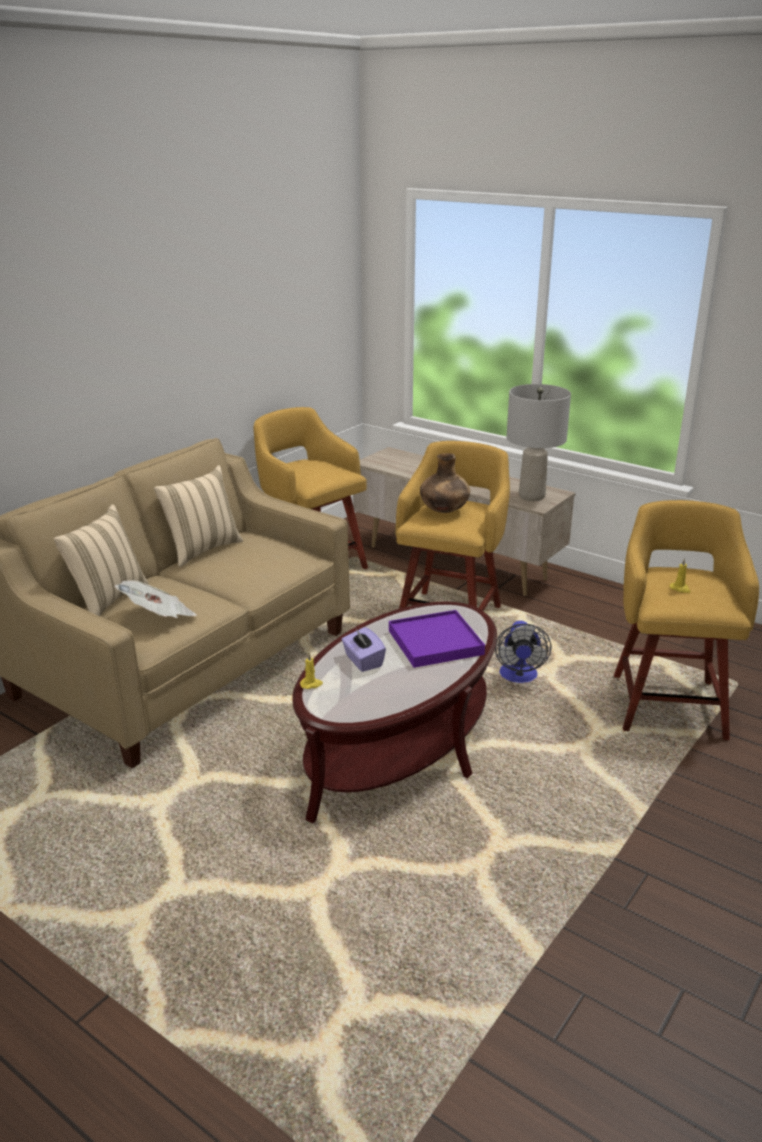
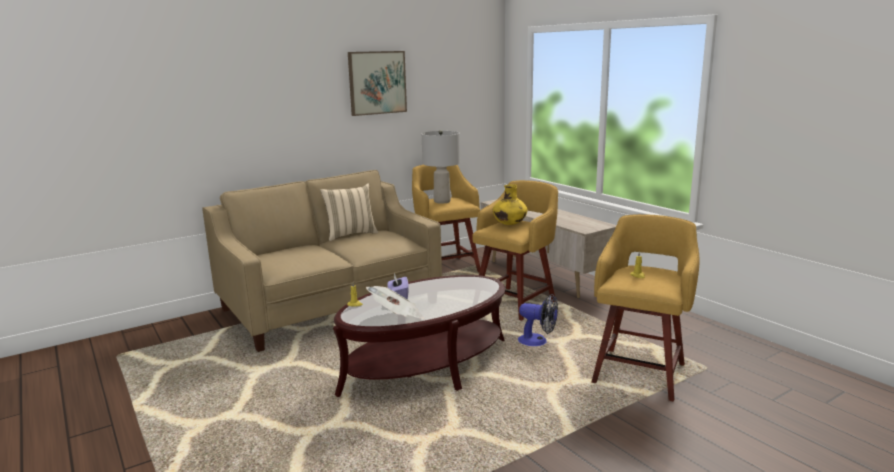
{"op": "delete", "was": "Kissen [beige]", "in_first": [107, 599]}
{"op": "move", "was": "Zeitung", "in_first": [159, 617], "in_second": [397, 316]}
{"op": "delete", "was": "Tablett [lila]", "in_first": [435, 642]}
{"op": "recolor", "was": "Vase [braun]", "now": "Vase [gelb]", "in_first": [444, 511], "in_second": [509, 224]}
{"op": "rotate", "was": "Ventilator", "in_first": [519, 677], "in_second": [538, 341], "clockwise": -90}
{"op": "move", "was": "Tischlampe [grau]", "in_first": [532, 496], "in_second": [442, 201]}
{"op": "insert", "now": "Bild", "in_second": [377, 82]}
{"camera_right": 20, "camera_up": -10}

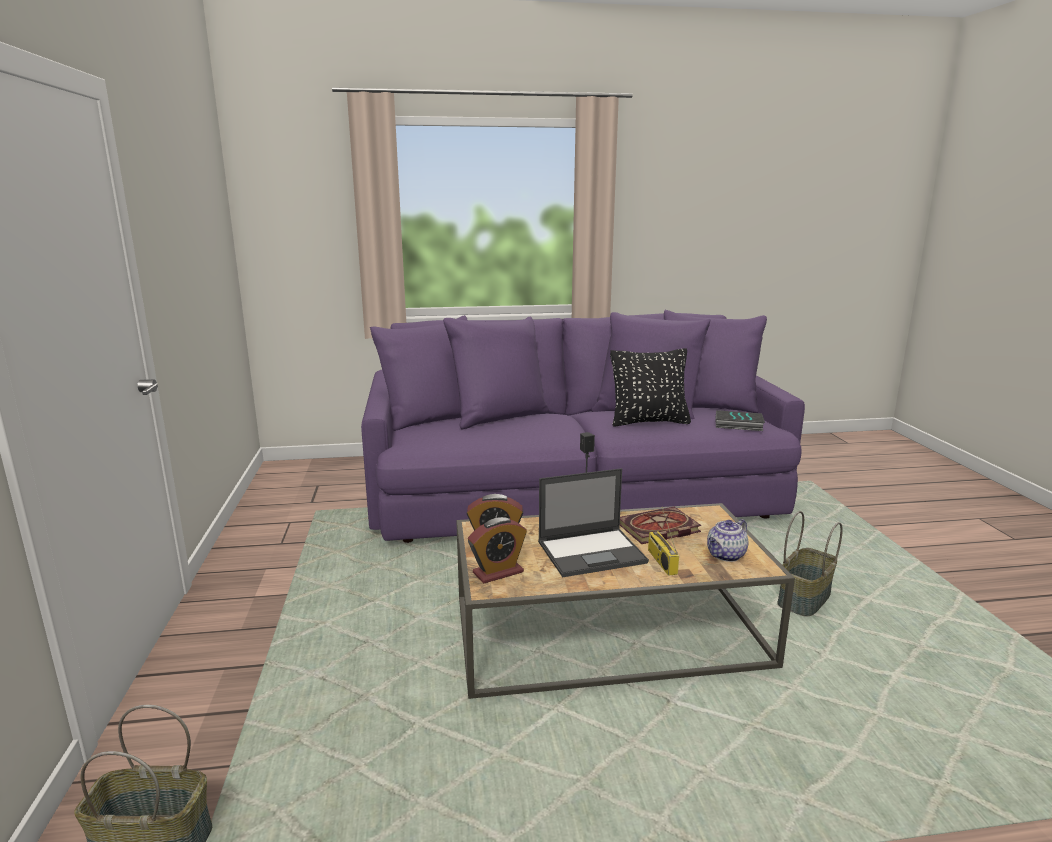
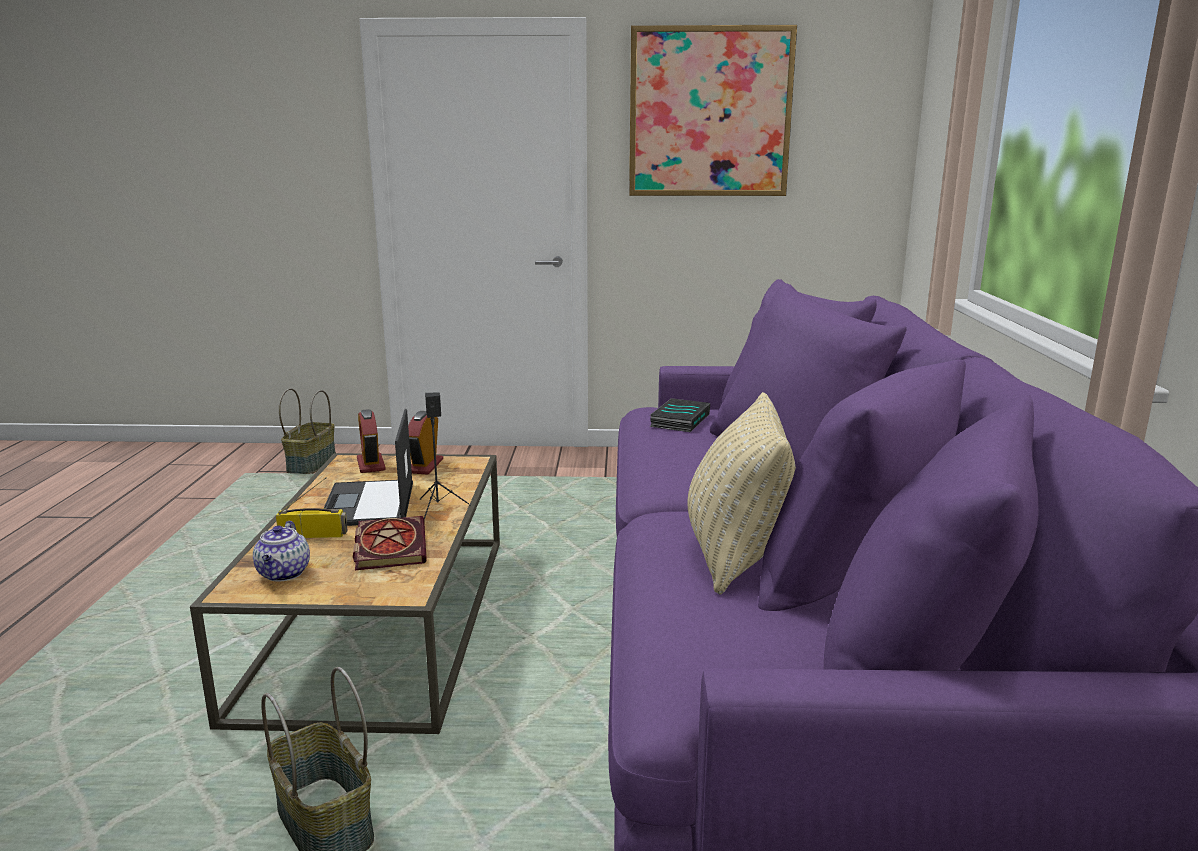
{"op": "recolor", "was": "Kissen [schwarz]", "now": "Kissen [beige]", "in_first": [648, 422], "in_second": [735, 556]}
{"op": "rotate", "was": "Teekanne", "in_first": [726, 555], "in_second": [284, 574], "clockwise": -150}
{"op": "move", "was": "Buch", "in_first": [738, 425], "in_second": [679, 420]}
{"op": "insert", "now": "Bild", "in_second": [709, 113]}
{"camera_right": 100, "camera_up": 0}

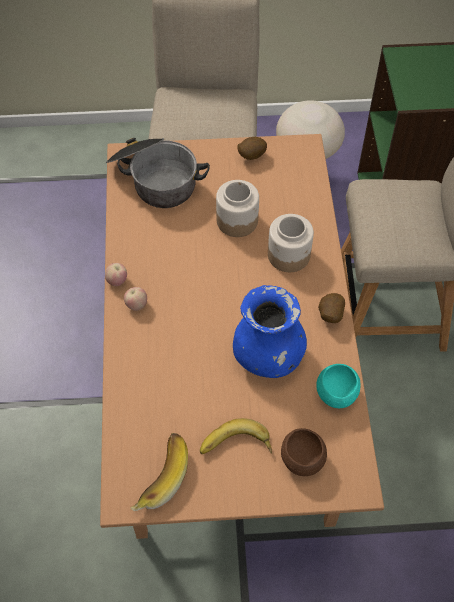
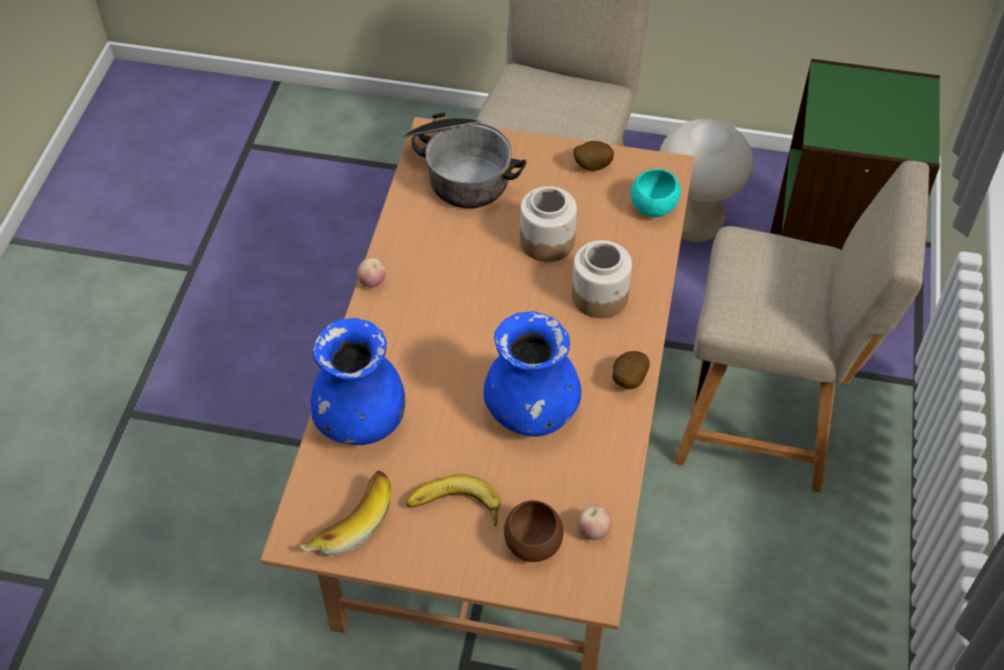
{"op": "move", "was": "Apfel", "in_first": [136, 305], "in_second": [593, 531]}
{"op": "move", "was": "Schüssel [türkis]", "in_first": [336, 394], "in_second": [653, 207]}
{"op": "insert", "now": "Vase [blau]", "in_second": [361, 420]}
{"camera_right": 15, "camera_up": -5}

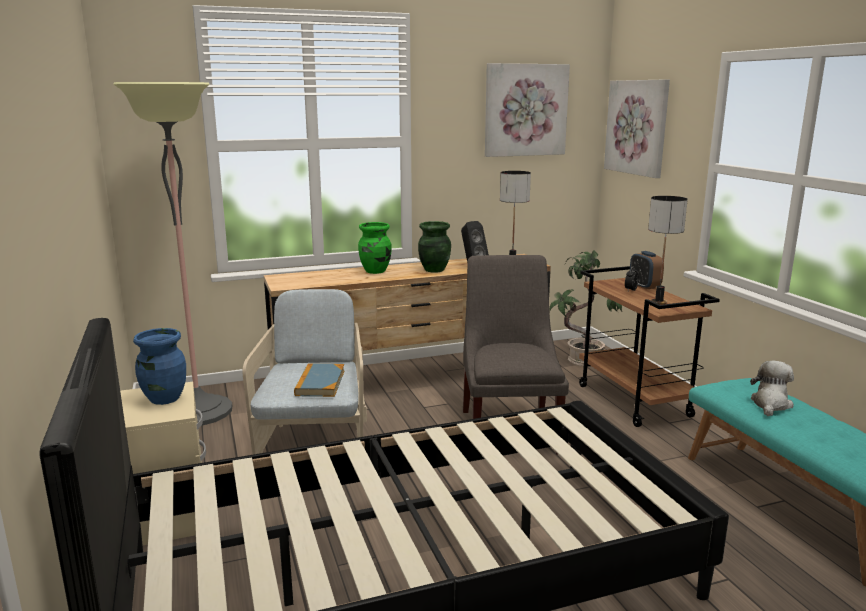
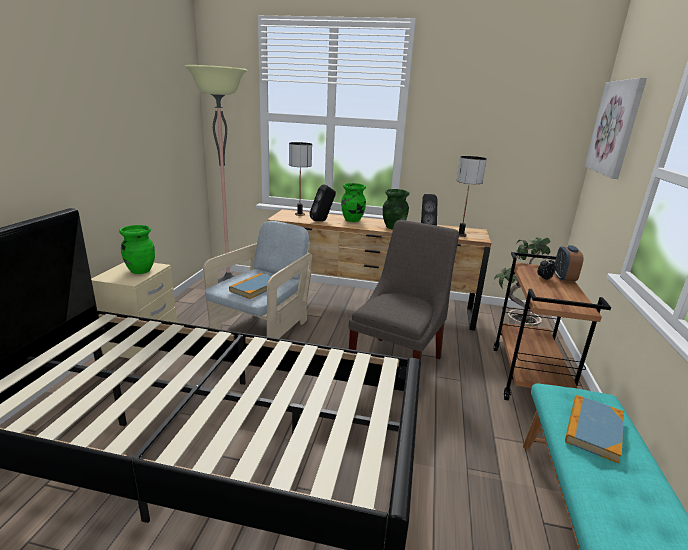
{"op": "recolor", "was": "Vase [blau]", "now": "Vase [grün]", "in_first": [164, 398], "in_second": [141, 270]}
{"op": "delete", "was": "Bild", "in_first": [525, 110]}
{"op": "move", "was": "Tischlampe", "in_first": [658, 302], "in_second": [299, 214]}
{"op": "replace", "was": "Plüschtier", "now": "Buch", "in_first": [770, 404], "in_second": [593, 429]}
{"op": "insert", "now": "Lautsprecher [schwarz]", "in_second": [322, 221]}
{"camera_right": 30, "camera_up": 5}

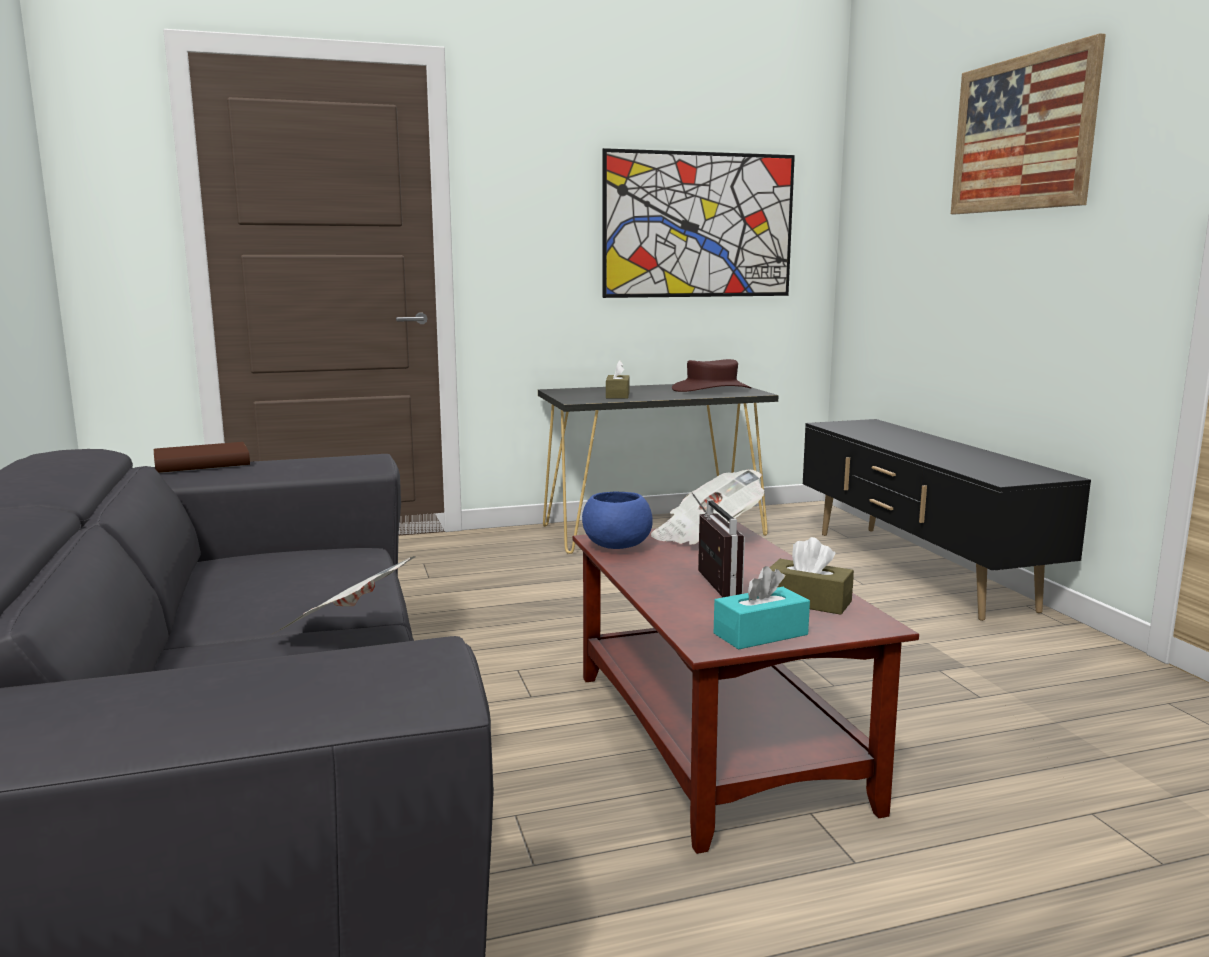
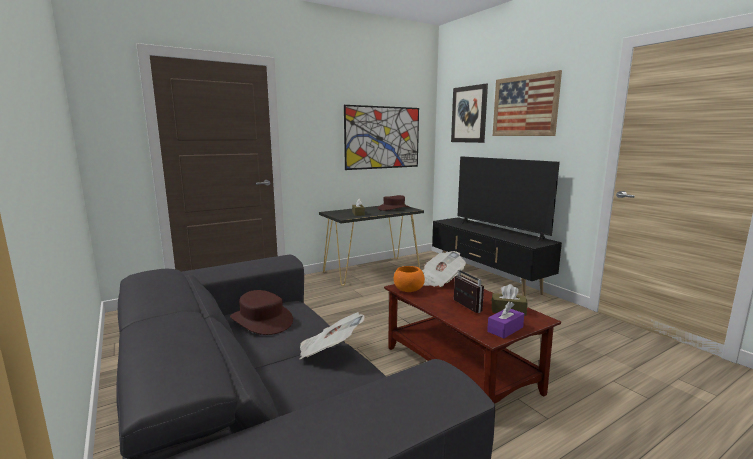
{"op": "delete", "was": "Buch [braun]", "in_first": [202, 463]}
{"op": "recolor", "was": "Schüssel [blau]", "now": "Schüssel [orange]", "in_first": [617, 547], "in_second": [408, 290]}
{"op": "recolor", "was": "Taschentuchbox [türkis]", "now": "Taschentuchbox [lila]", "in_first": [760, 634], "in_second": [505, 329]}
{"op": "insert", "now": "Hut [braun]", "in_second": [262, 320]}
{"op": "insert", "now": "Bild", "in_second": [469, 114]}
{"op": "insert", "now": "Fernseher", "in_second": [500, 230]}
{"camera_right": -15, "camera_up": 0}

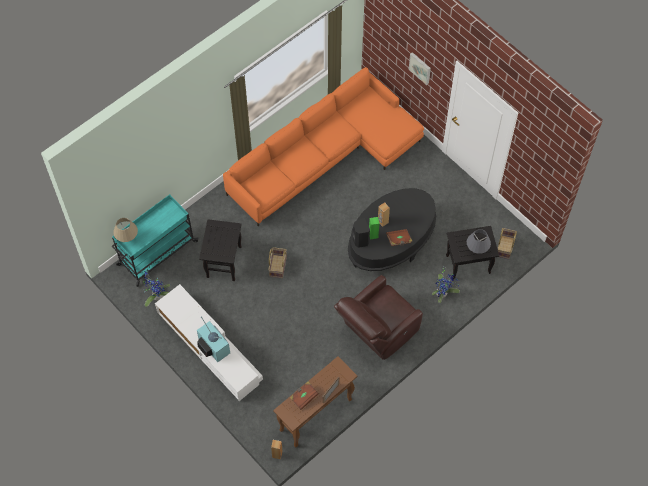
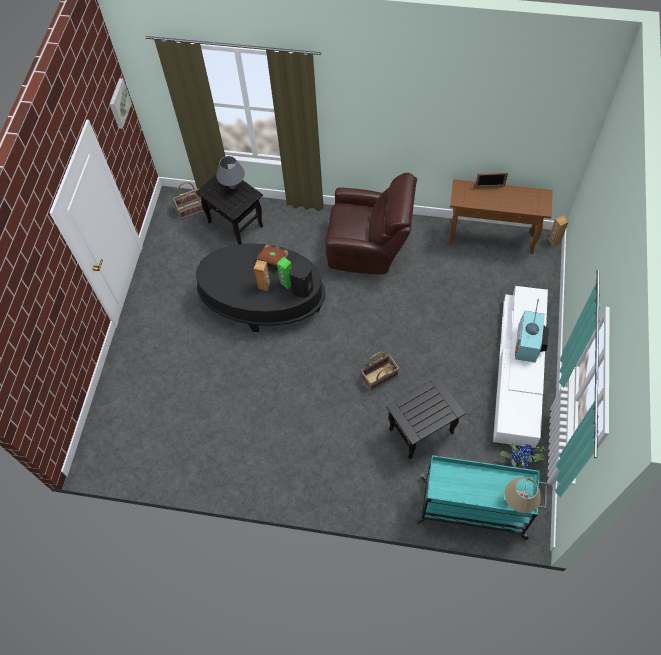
{"op": "delete", "was": "Sofa [orange]", "in_first": [326, 156]}
{"op": "delete", "was": "Buch [braun]", "in_first": [304, 397]}
{"op": "move", "was": "Bild", "in_first": [420, 67], "in_second": [118, 103]}
{"op": "delete", "was": "Topfpflanze", "in_first": [443, 293]}
{"camera_right": -125, "camera_up": 0}

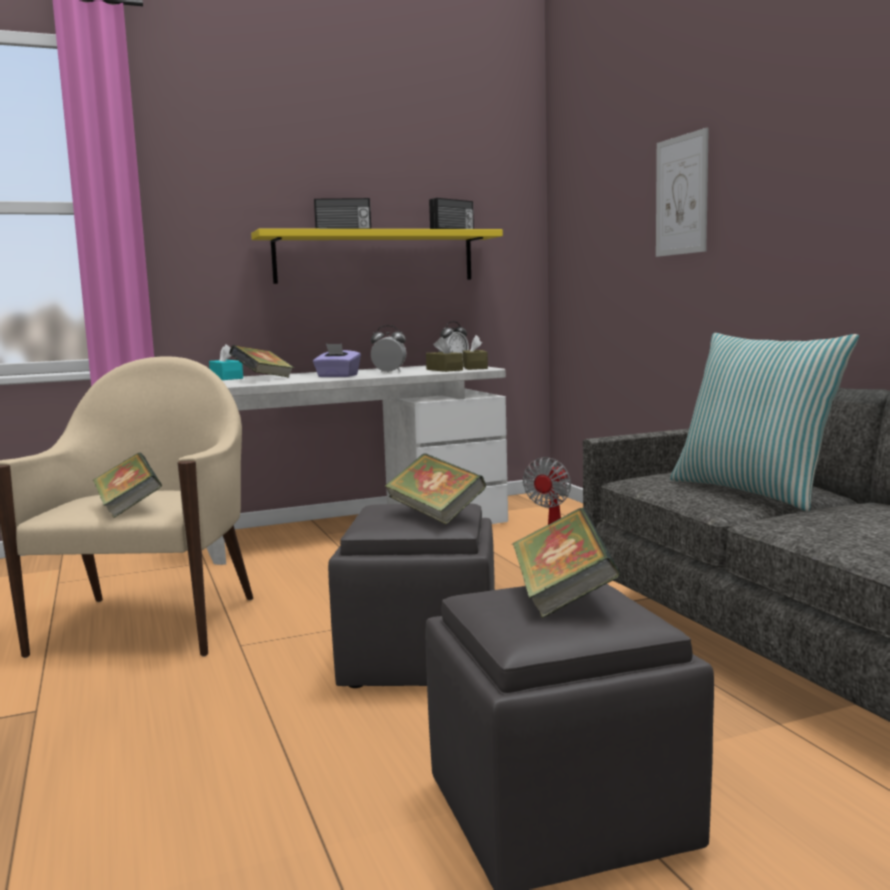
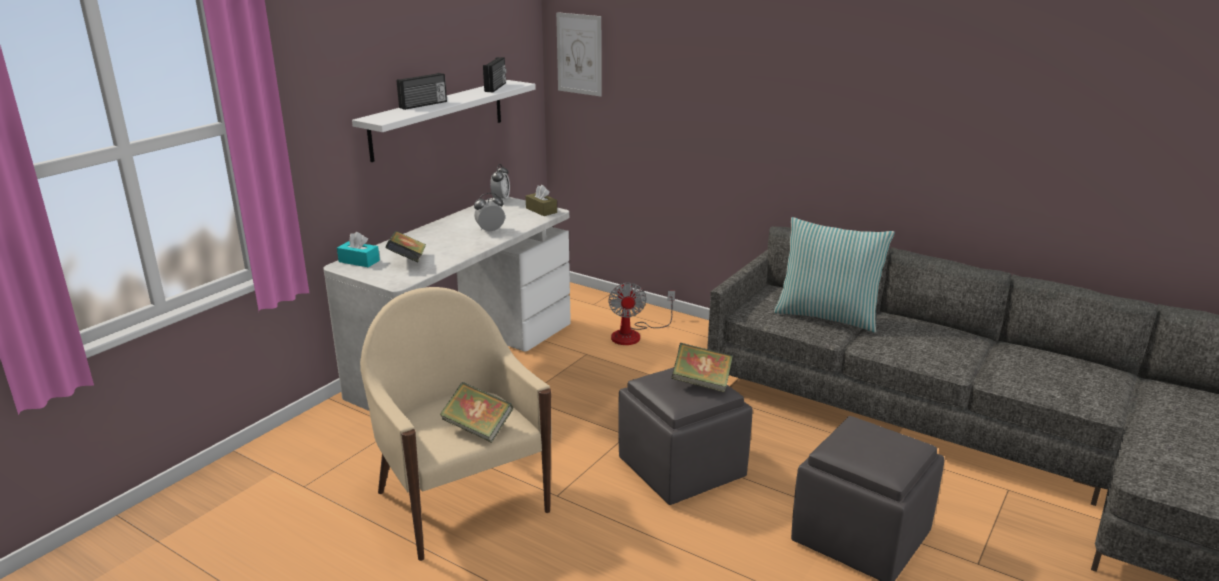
{"op": "recolor", "was": "Wandregal [gelb]", "now": "Wandregal [weiß]", "in_first": [375, 257], "in_second": [438, 119]}
{"op": "delete", "was": "Taschentuchbox [lila]", "in_first": [337, 376]}
{"op": "delete", "was": "Taschentuchbox [braun]", "in_first": [444, 370]}
{"op": "delete", "was": "Buch", "in_first": [562, 597]}
{"op": "move", "was": "Bild", "in_first": [681, 195], "in_second": [579, 54]}
{"camera_right": -35, "camera_up": 15}

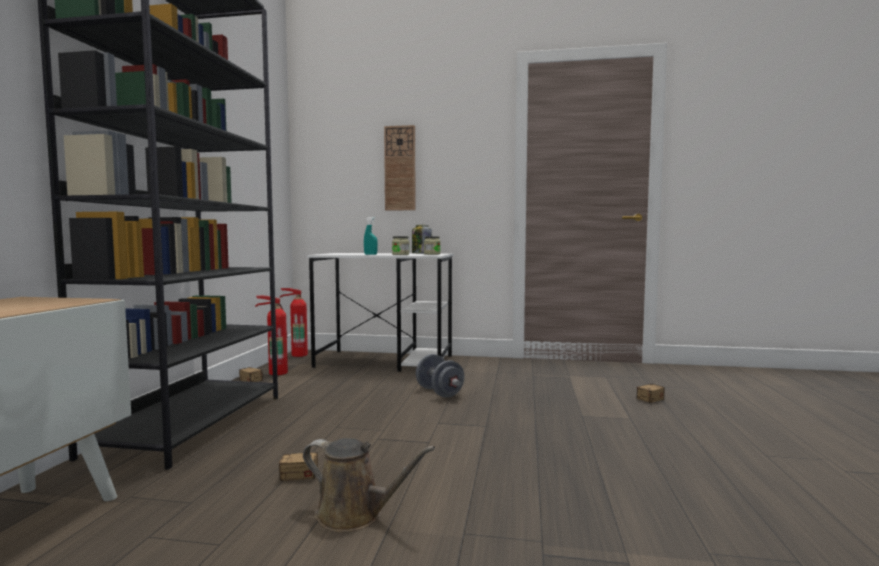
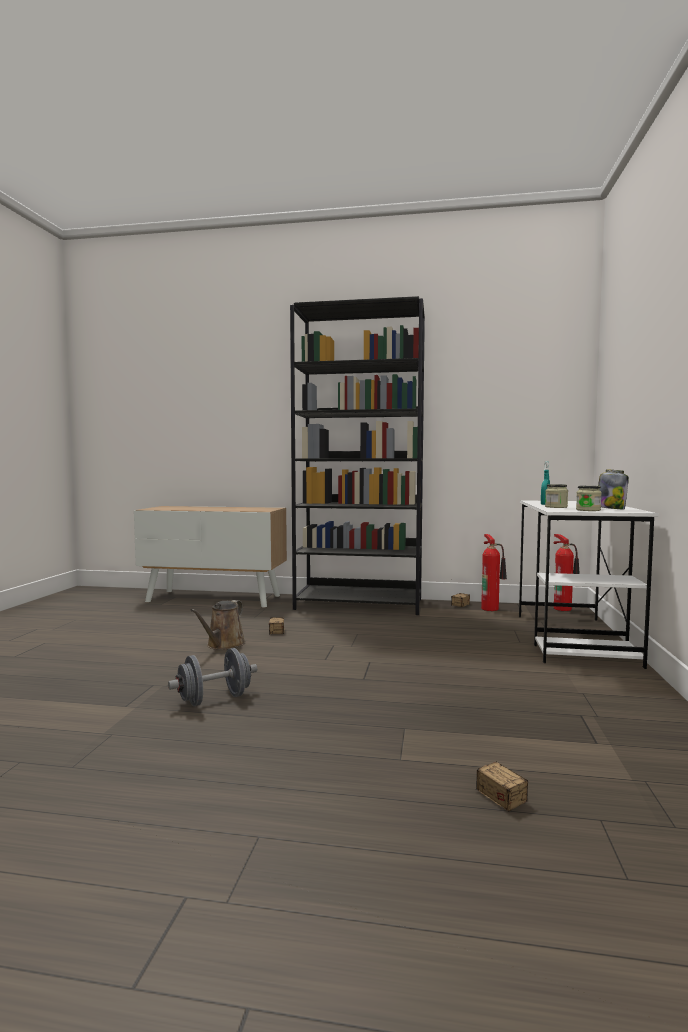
{"op": "delete", "was": "Wanduhr", "in_first": [400, 168]}
{"op": "move", "was": "Hantel [grau]", "in_first": [439, 392], "in_second": [214, 699]}
{"camera_right": 90, "camera_up": 0}

